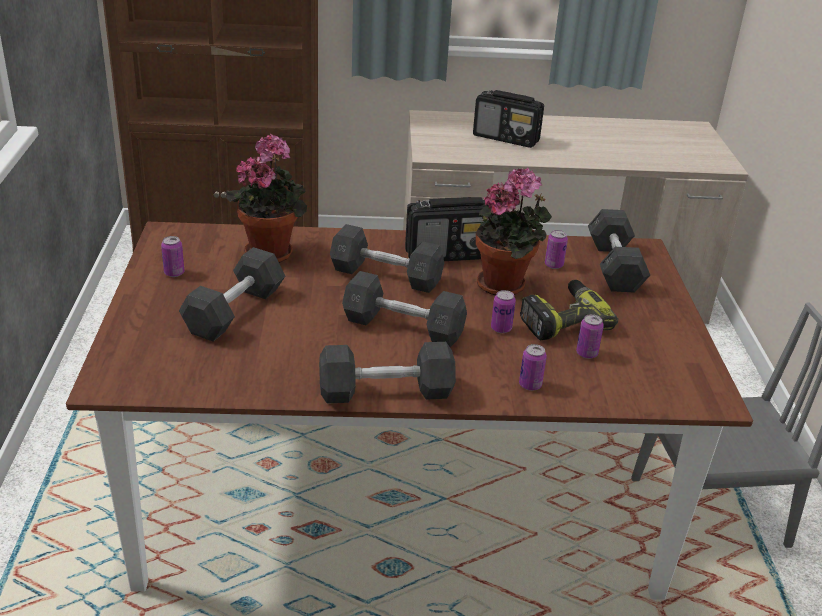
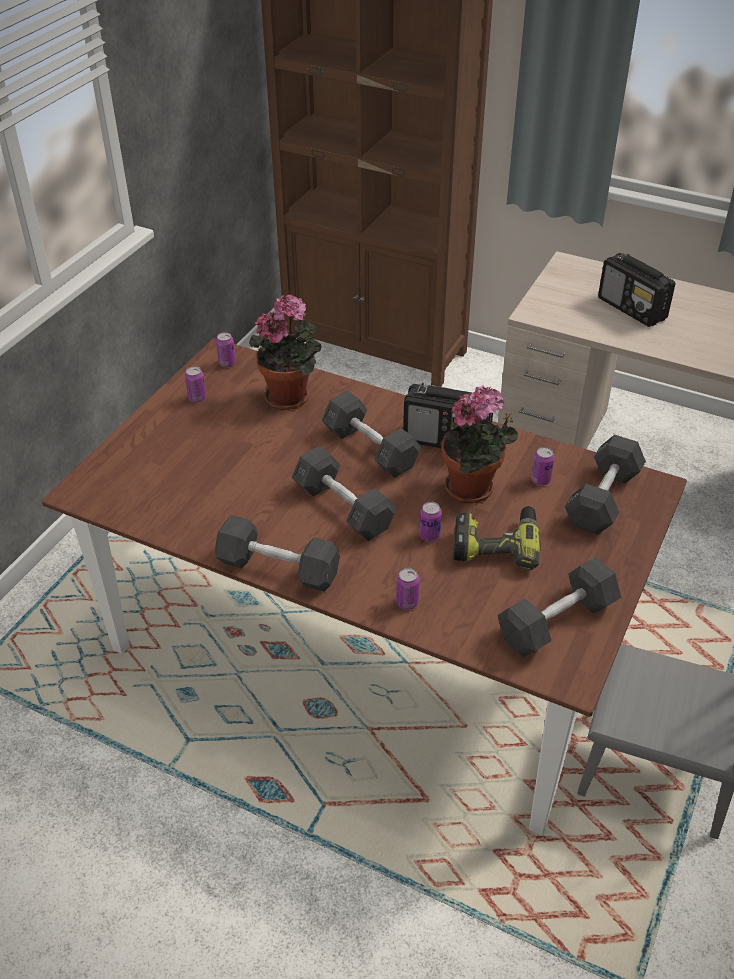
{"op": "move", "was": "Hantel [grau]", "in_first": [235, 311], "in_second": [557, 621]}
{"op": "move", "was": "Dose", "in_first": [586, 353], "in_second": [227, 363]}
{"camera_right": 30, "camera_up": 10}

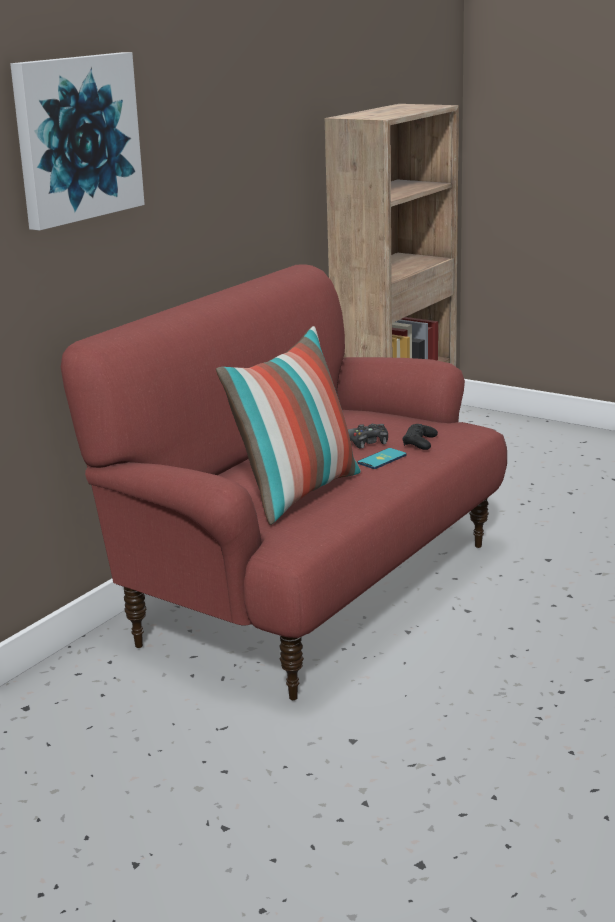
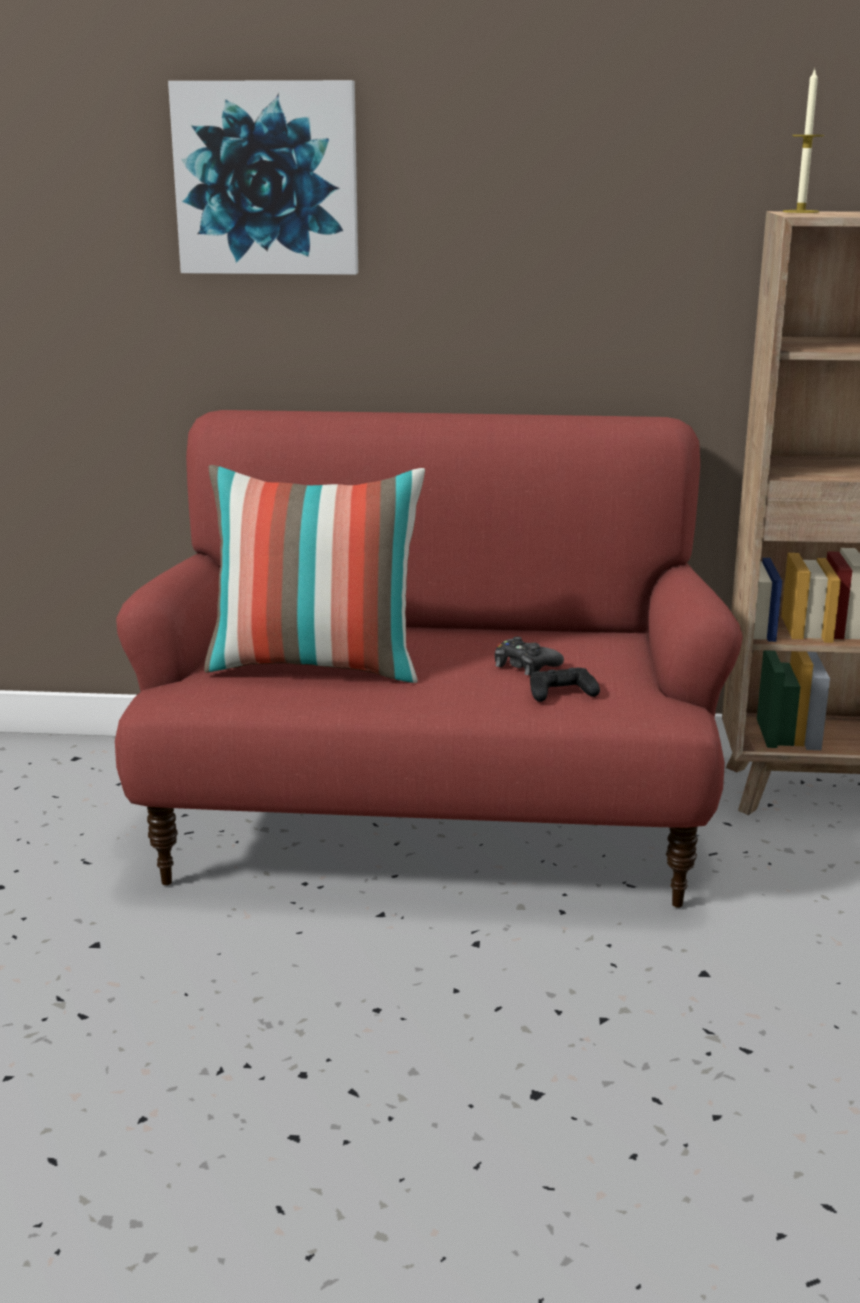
{"op": "delete", "was": "Handy", "in_first": [382, 459]}
{"op": "insert", "now": "Kerze", "in_second": [800, 212]}
{"camera_right": 60, "camera_up": 0}

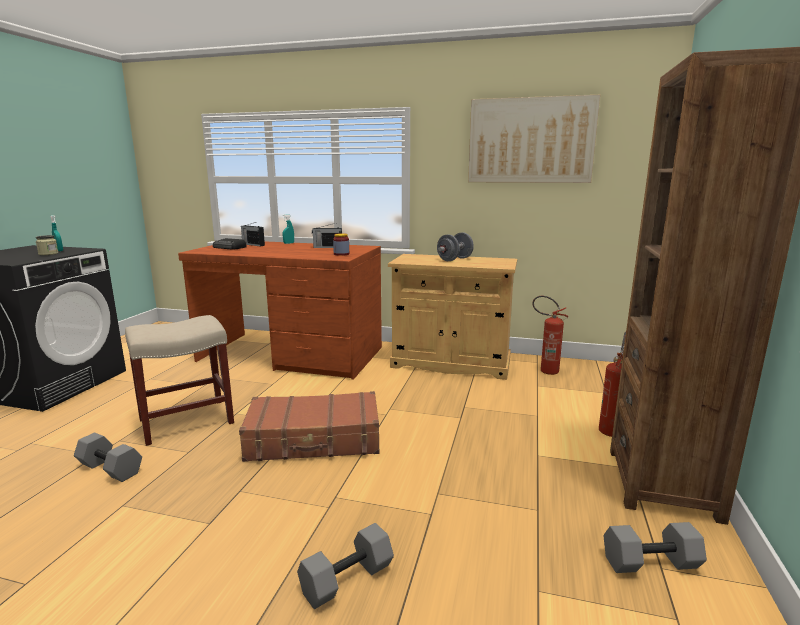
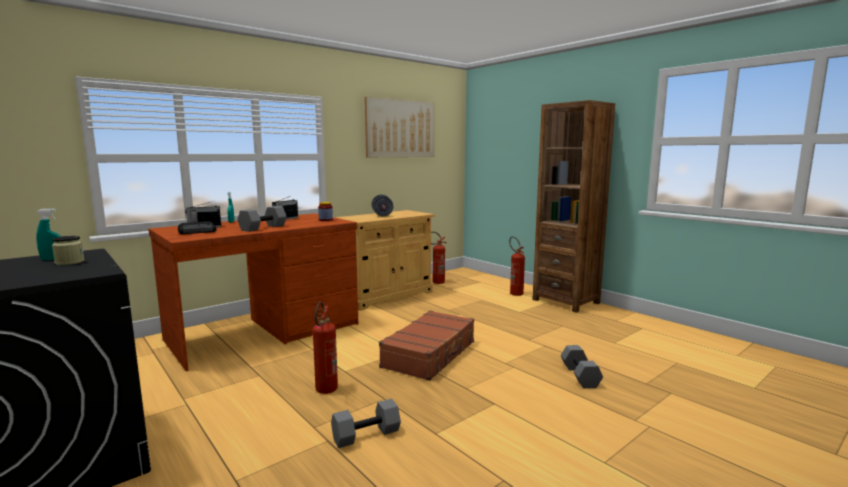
{"op": "replace", "was": "Hocker [beige]", "now": "Feuerlöscher", "in_first": [188, 420], "in_second": [325, 391]}
{"op": "move", "was": "Hantel [grau]", "in_first": [650, 561], "in_second": [263, 228]}
{"camera_right": -55, "camera_up": -5}

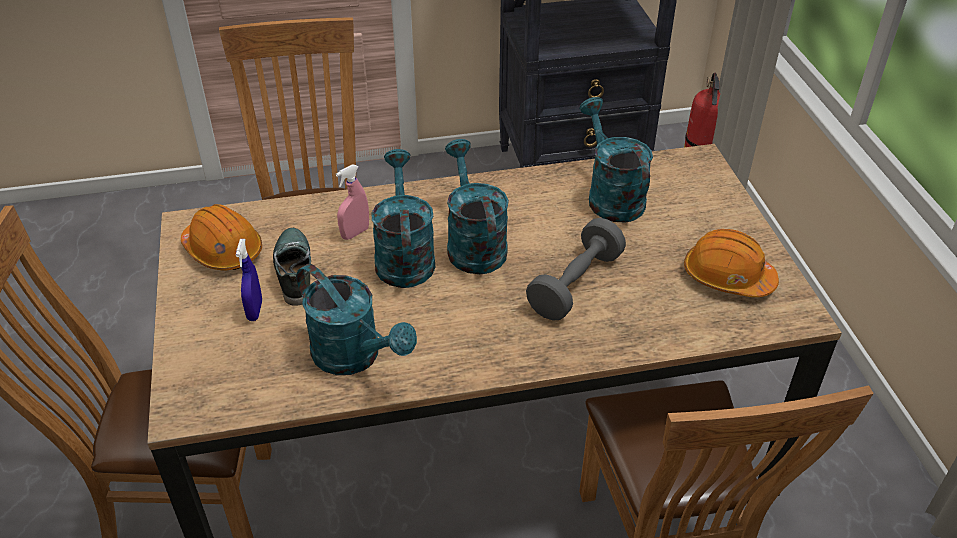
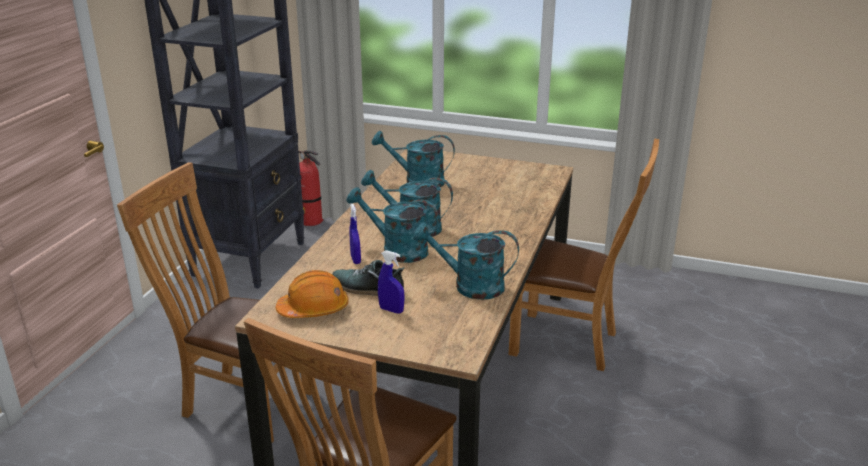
{"op": "rotate", "was": "Gießkanne [türkis]", "in_first": [355, 357], "in_second": [469, 286], "clockwise": -150}
{"op": "recolor", "was": "Sprühflasche [rosa]", "now": "Sprühflasche [blau]", "in_first": [355, 233], "in_second": [355, 259]}
{"op": "delete", "was": "Hantel [grau]", "in_first": [575, 284]}
{"op": "delete", "was": "Schutzhelm [orange]", "in_first": [727, 277]}
{"camera_right": -60, "camera_up": -15}

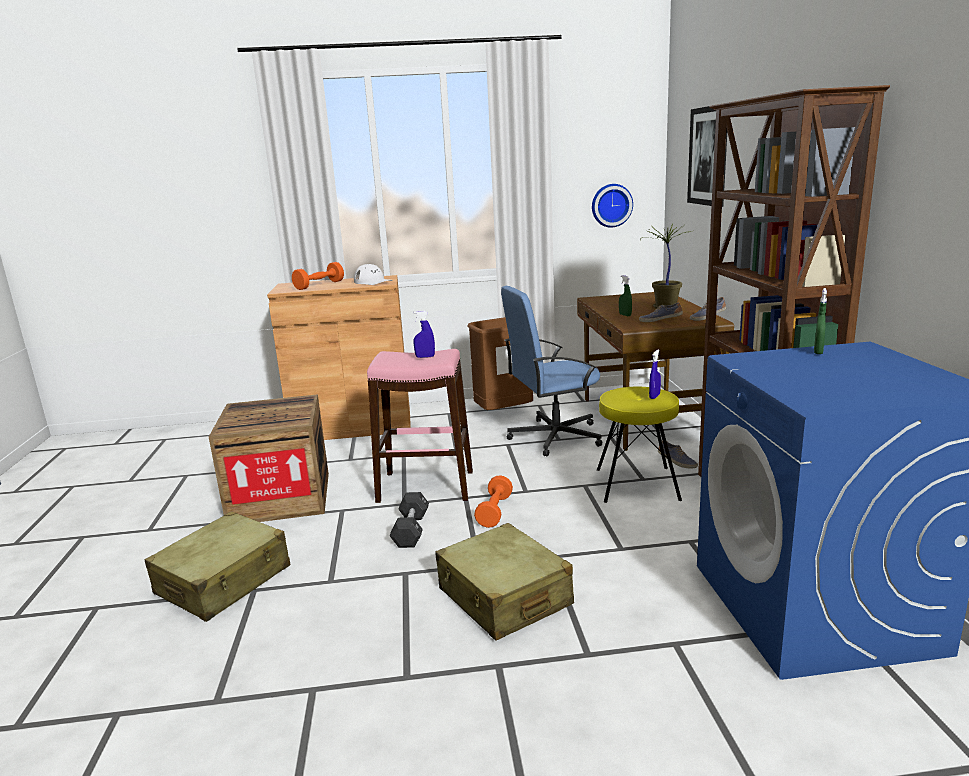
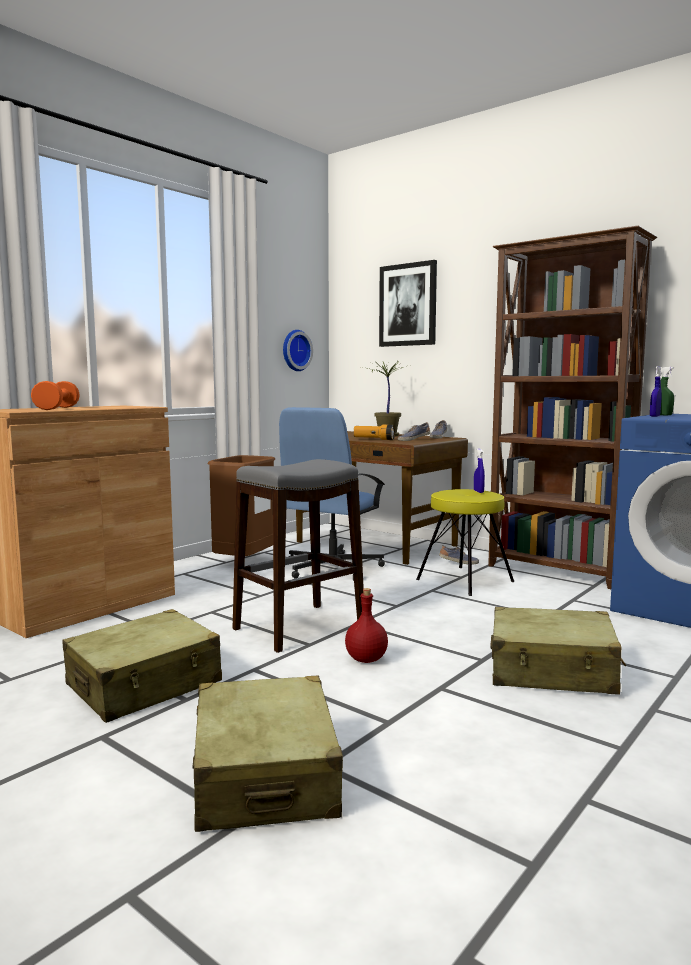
{"op": "replace", "was": "Kiste", "now": "Koffer [beige]", "in_first": [280, 498], "in_second": [145, 684]}
{"op": "delete", "was": "Kappe [weiß]", "in_first": [373, 282]}
{"op": "recolor", "was": "Hocker [rosa]", "now": "Hocker [grau]", "in_first": [426, 486], "in_second": [299, 627]}
{"op": "replace", "was": "Hantel [schwarz]", "now": "Flasche [rot]", "in_first": [411, 530], "in_second": [367, 659]}
{"op": "move", "was": "Sprühflasche [blau]", "in_first": [425, 357], "in_second": [654, 416]}
{"op": "delete", "was": "Hantel [orange]", "in_first": [494, 511]}
{"op": "replace", "was": "Sprühflasche [grün]", "now": "Taschenlampe", "in_first": [625, 315], "in_second": [374, 439]}
{"camera_right": -45, "camera_up": -10}

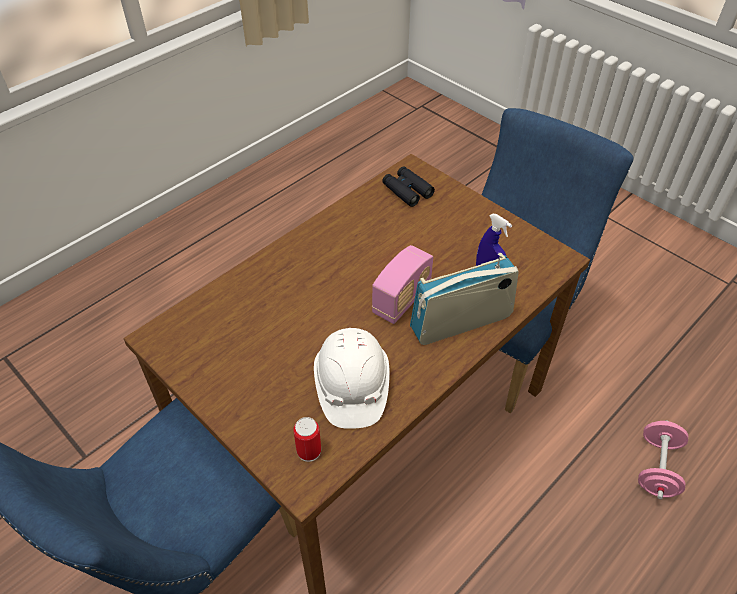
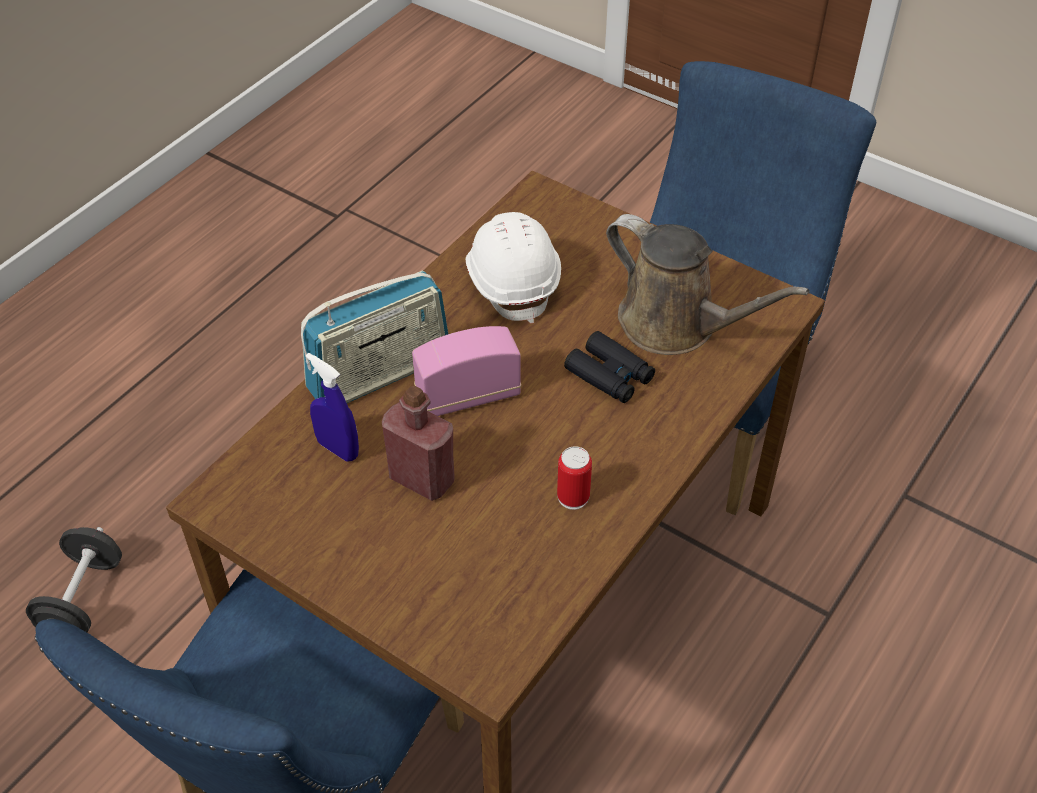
{"op": "move", "was": "Dose", "in_first": [309, 451], "in_second": [573, 497]}
{"op": "rotate", "was": "Radio", "in_first": [402, 300], "in_second": [468, 395], "clockwise": 45}
{"op": "move", "was": "Fernglas [schwarz]", "in_first": [407, 191], "in_second": [609, 375]}
{"op": "recolor", "was": "Hantel [rosa]", "now": "Hantel [schwarz]", "in_first": [656, 468], "in_second": [82, 599]}
{"op": "insert", "now": "Flasche [rot]", "in_second": [422, 479]}
{"op": "insert", "now": "Gießkanne [braun]", "in_second": [676, 324]}
{"camera_right": 170, "camera_up": 0}

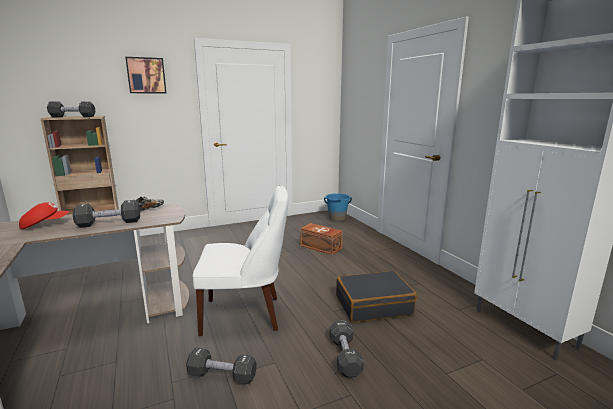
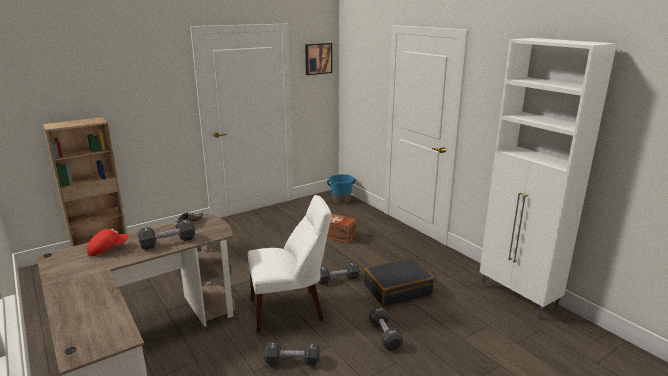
{"op": "move", "was": "Hantel [schwarz]", "in_first": [73, 117], "in_second": [337, 279]}
{"op": "move", "was": "Bild", "in_first": [146, 75], "in_second": [318, 58]}
{"camera_right": -10, "camera_up": 5}

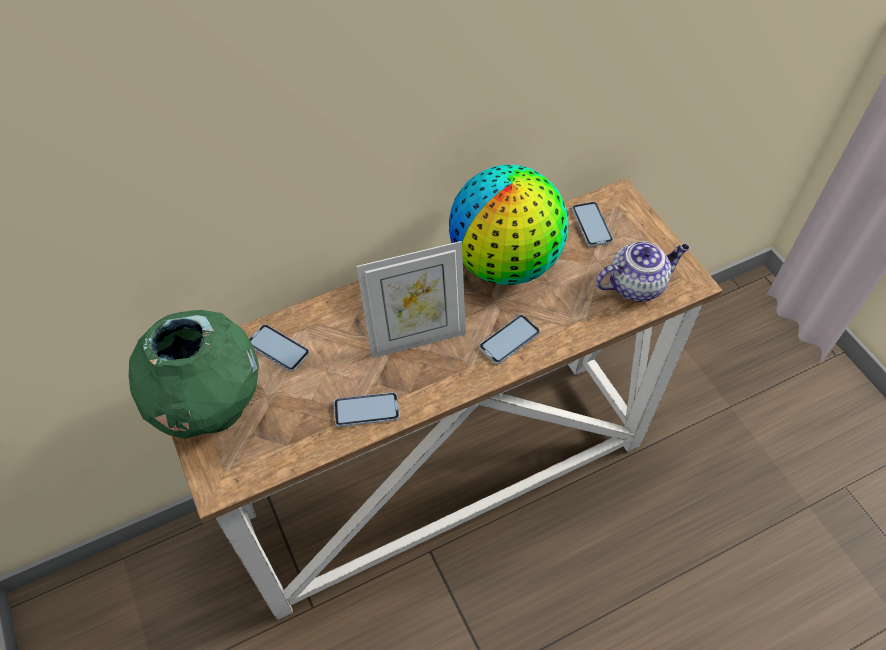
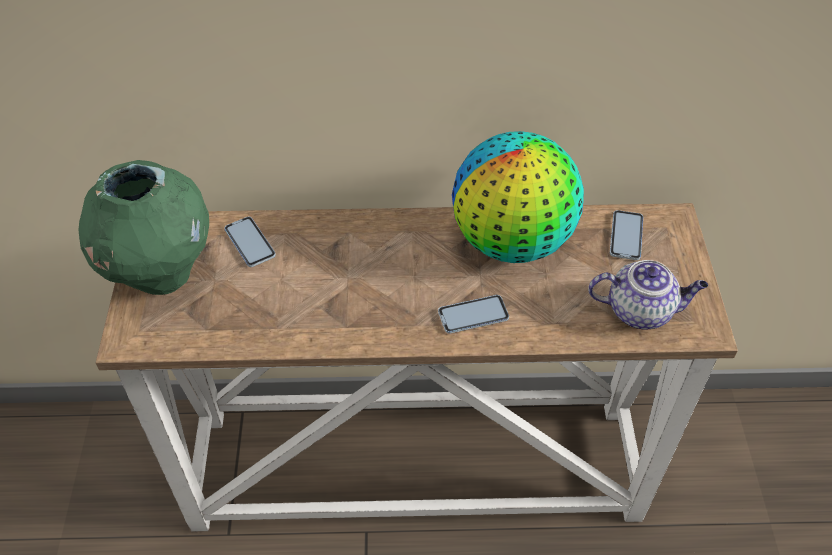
{"op": "delete", "was": "Handy", "in_first": [366, 410]}
{"op": "delete", "was": "Bilderrahmen", "in_first": [416, 337]}
{"camera_right": 25, "camera_up": -5}

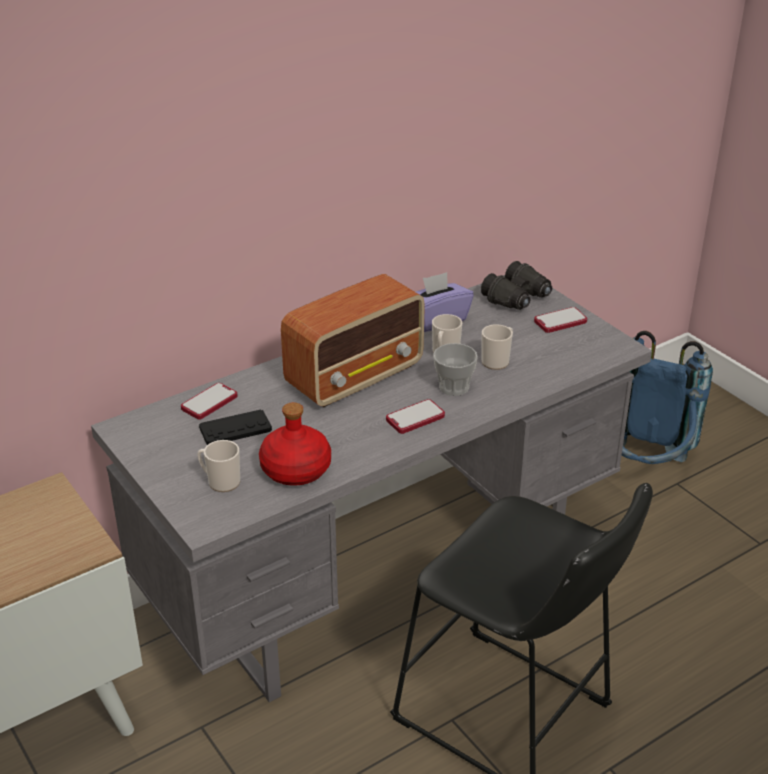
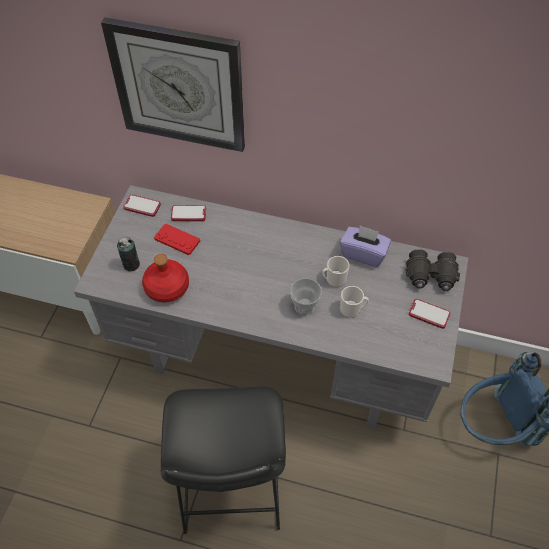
{"op": "replace", "was": "Henkelbecher", "now": "Dose", "in_first": [220, 481], "in_second": [131, 265]}
{"op": "recolor", "was": "Gamepad [schwarz]", "now": "Gamepad [rot]", "in_first": [235, 429], "in_second": [177, 240]}
{"op": "delete", "was": "Radio", "in_first": [356, 376]}
{"op": "move", "was": "Handy", "in_first": [415, 418], "in_second": [142, 206]}
{"op": "insert", "now": "Wanduhr", "in_second": [179, 86]}
{"camera_right": 50, "camera_up": 20}

